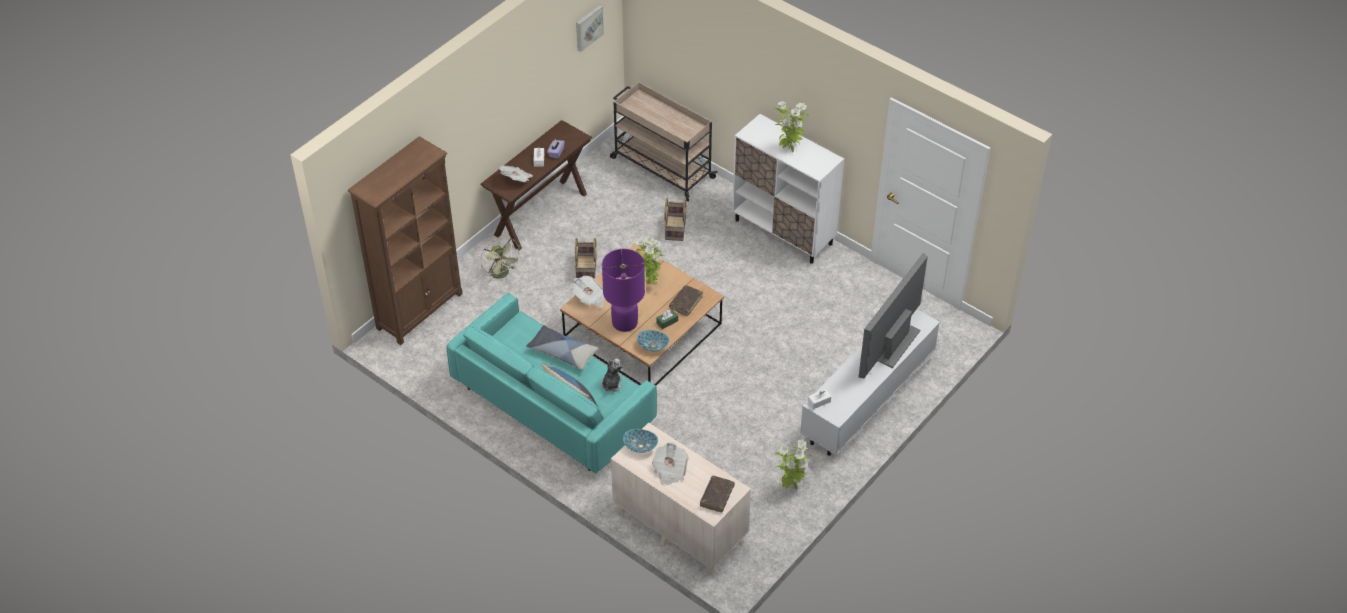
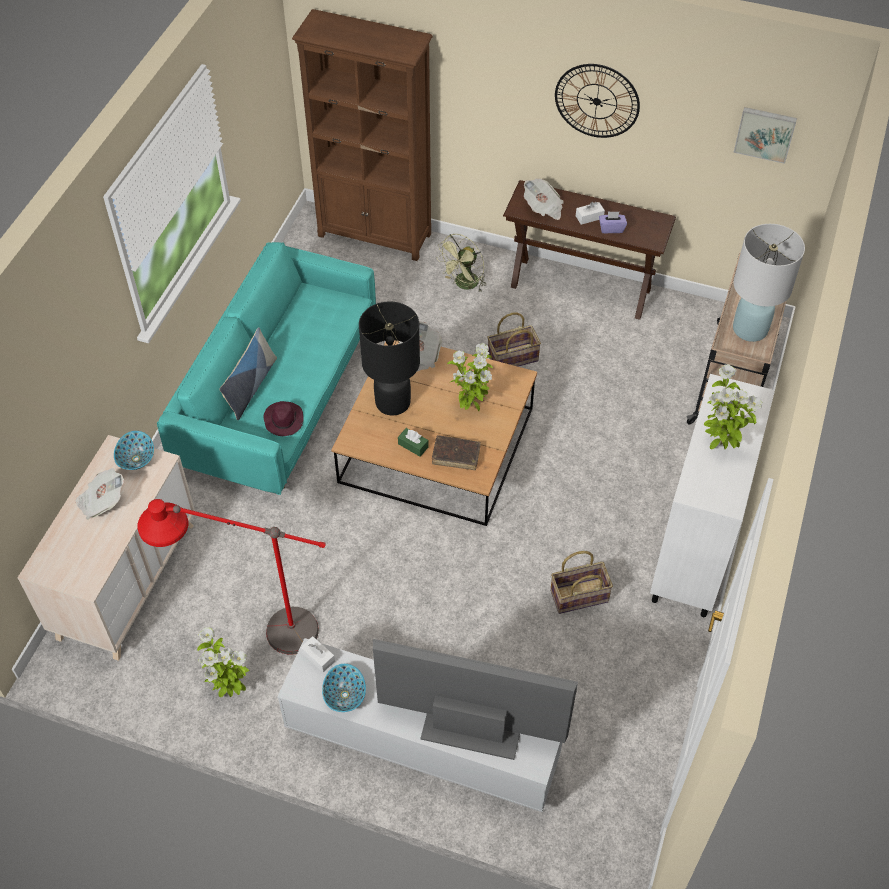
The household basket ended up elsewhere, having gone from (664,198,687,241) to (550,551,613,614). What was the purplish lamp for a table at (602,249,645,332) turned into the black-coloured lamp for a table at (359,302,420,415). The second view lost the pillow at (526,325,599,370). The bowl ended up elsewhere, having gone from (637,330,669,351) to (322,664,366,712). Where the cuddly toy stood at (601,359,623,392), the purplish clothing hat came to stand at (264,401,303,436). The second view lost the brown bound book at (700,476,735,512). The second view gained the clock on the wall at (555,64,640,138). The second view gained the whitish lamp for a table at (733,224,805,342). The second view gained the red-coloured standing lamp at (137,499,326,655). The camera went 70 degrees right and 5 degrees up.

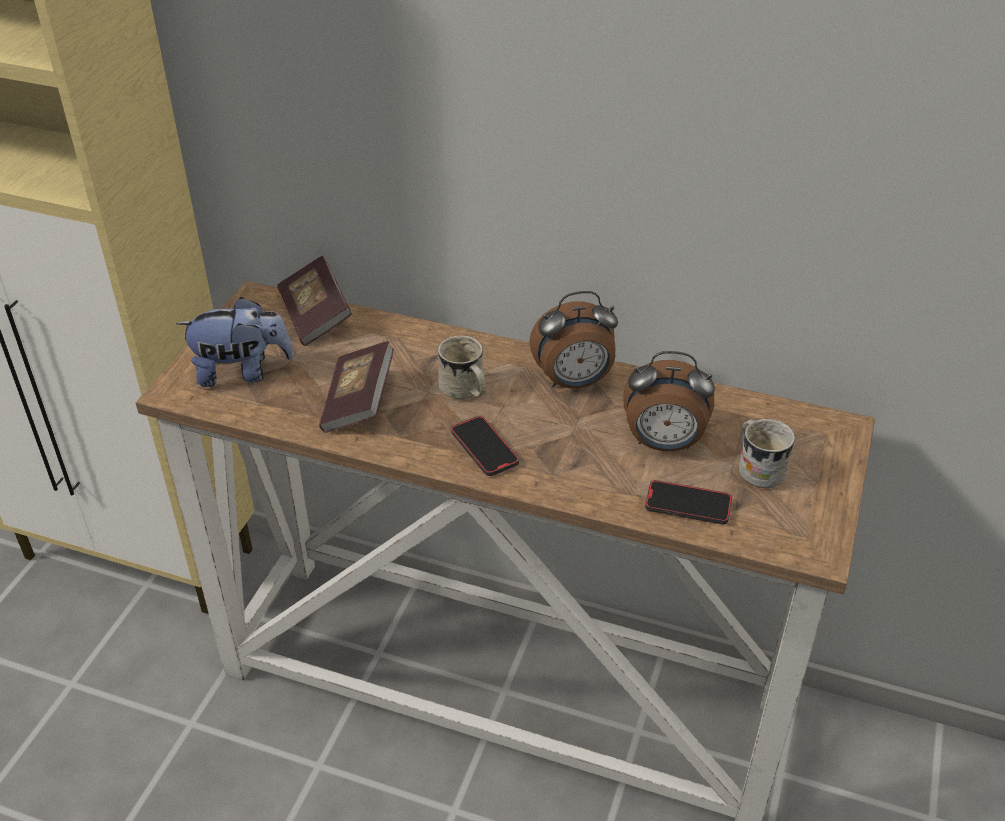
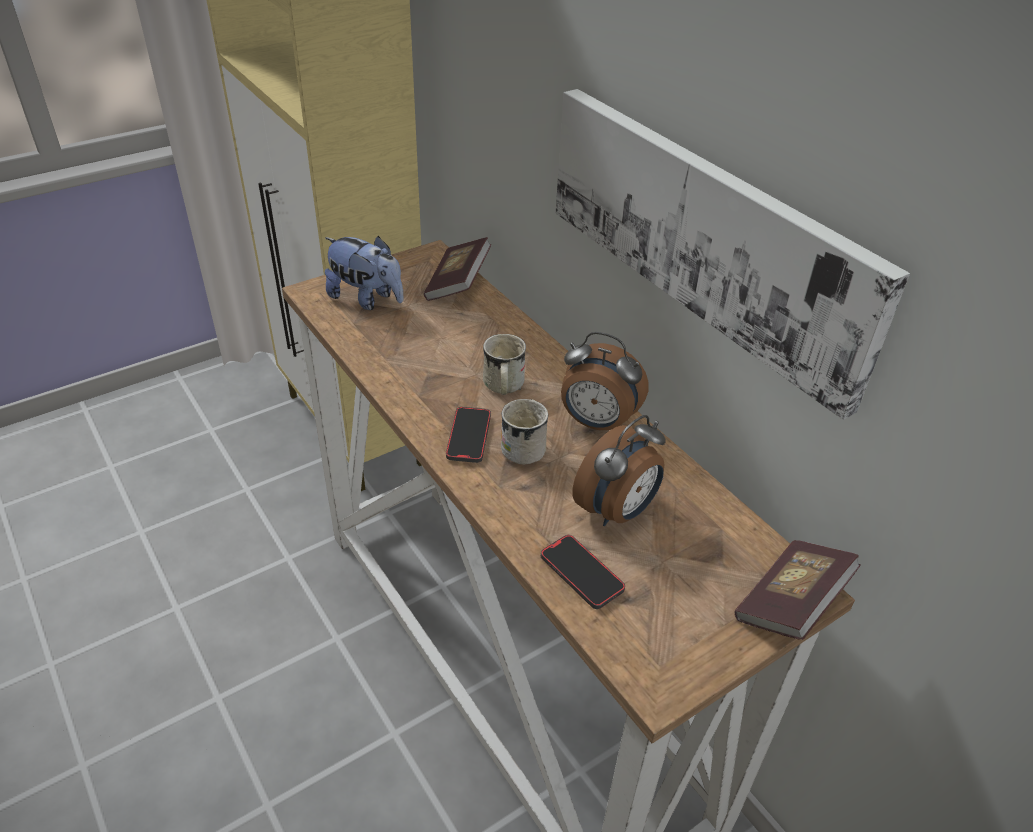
The bound book ended up elsewhere, having gone from (319,341,394,433) to (734,540,861,640). The alarm clock at (623,351,715,451) ended up facing another way, 90 degrees counterclockwise from before. The whitish coffee mug ended up elsewhere, having gone from (738,419,795,488) to (501,399,548,464). The second view gained the wall art at (556,89,910,420). The camera went 35 degrees right and 0 degrees up.

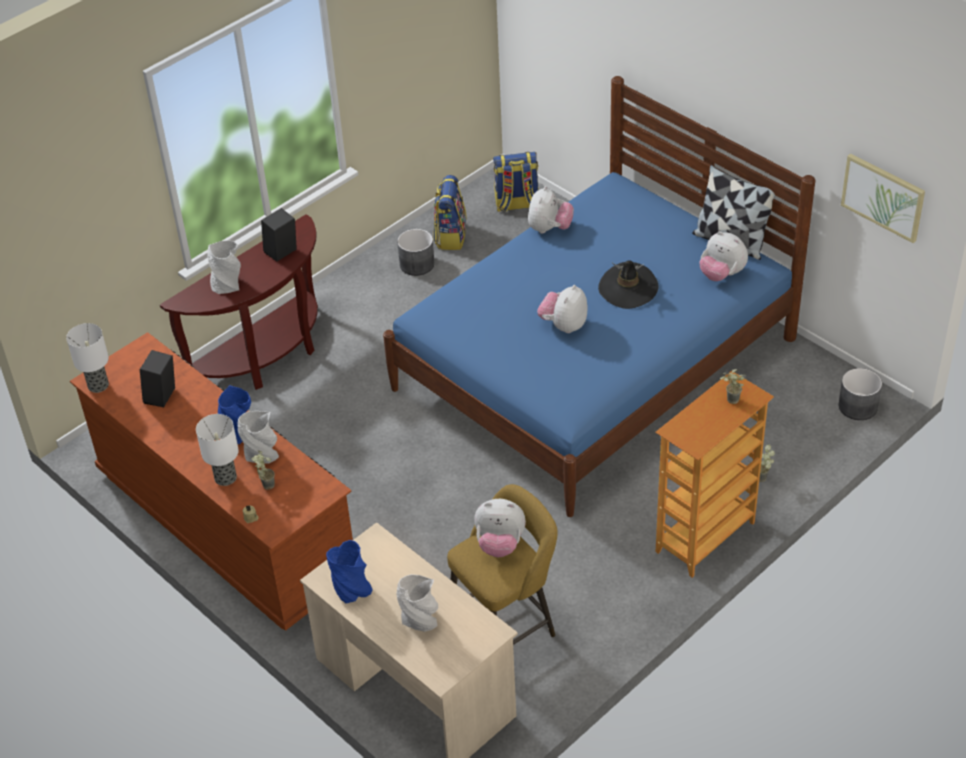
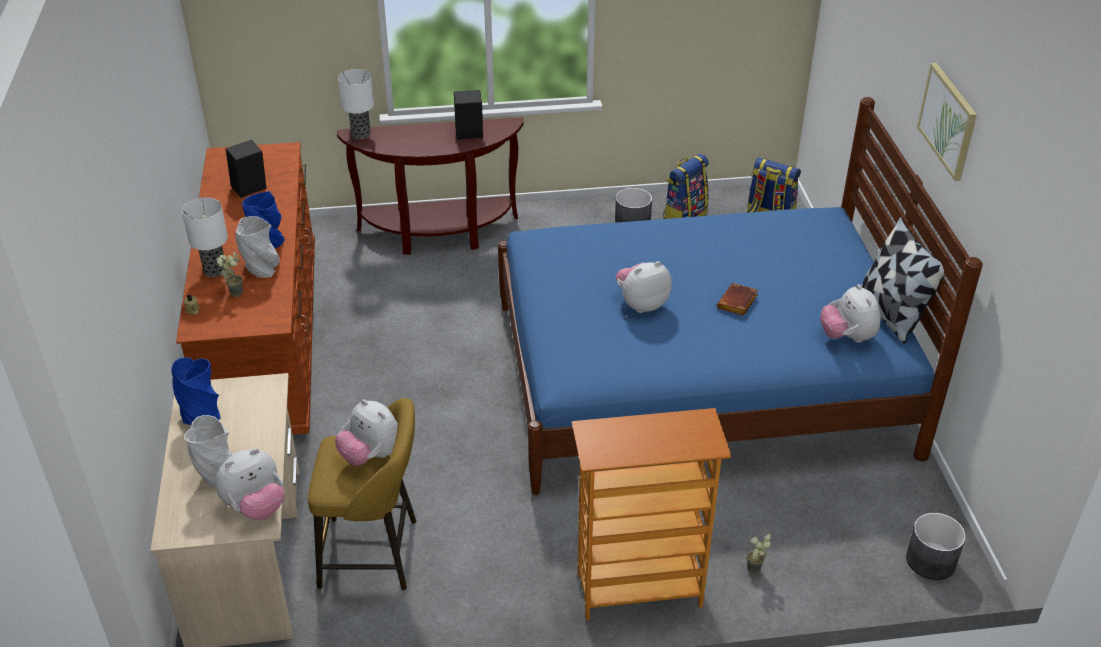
The wall art ended up elsewhere, having gone from (841,154,925,243) to (917,63,977,181). The cuddly toy ended up elsewhere, having gone from (528,186,574,233) to (215,448,285,520). The second view lost the greyish vase at (207,241,241,294). Where the black-coloured clothing hat stood at (598,260,659,309), the brown bound book came to stand at (717,283,758,315). The lamp for a table ended up elsewhere, having gone from (66,323,109,393) to (338,69,374,139). The second view lost the plant in a pot at (720,369,746,404). The camera went 35 degrees right and 5 degrees down.

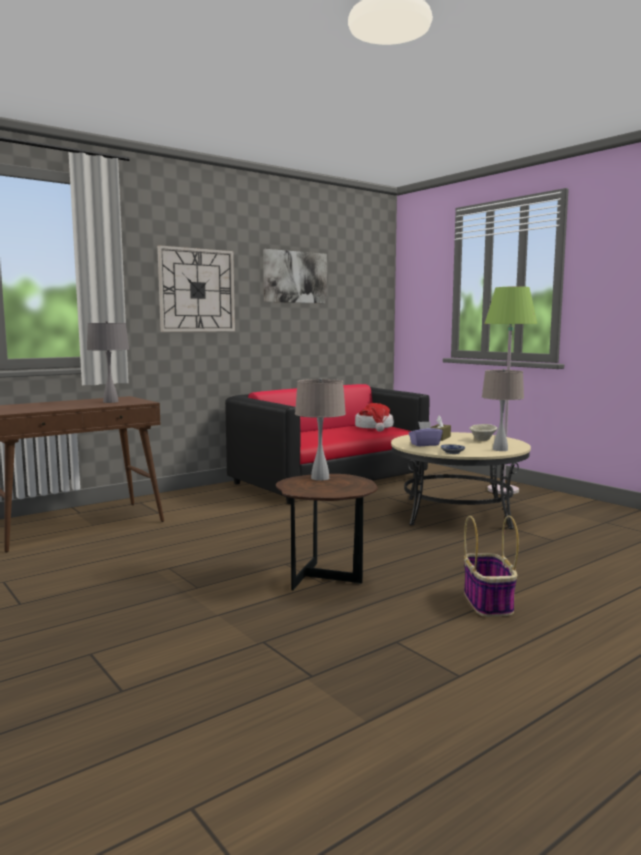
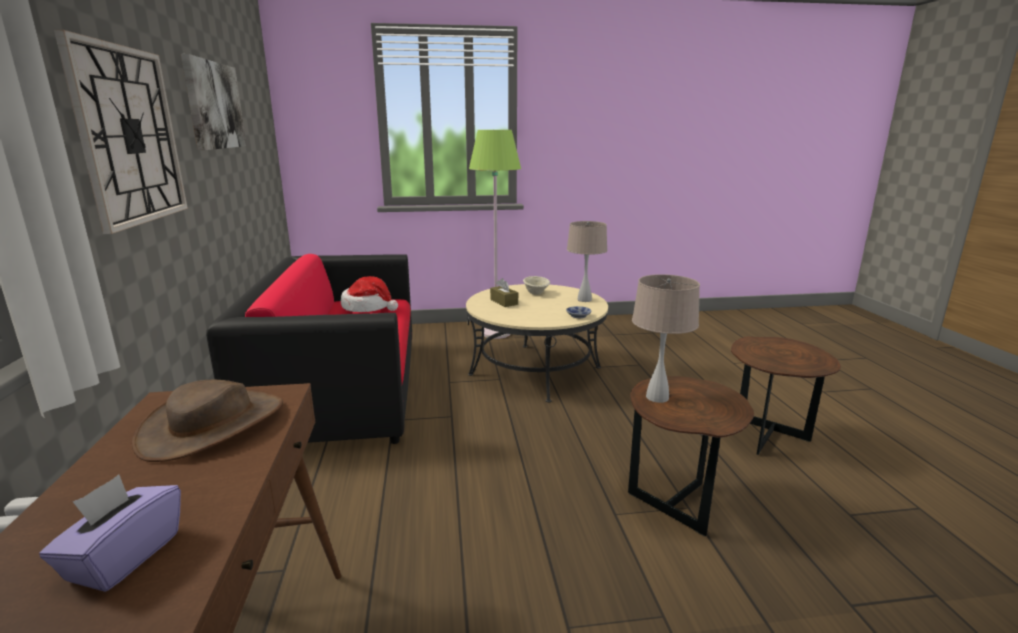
Where the greyish lamp for a table stood at (87,321,129,403), the brown clothing hat came to stand at (132,380,283,462). The purplish tissue holder ended up elsewhere, having gone from (409,421,443,446) to (39,475,181,592). Where the household basket stood at (464,515,519,617), the brown end table came to stand at (731,336,841,455). The camera went 60 degrees left and 10 degrees up.

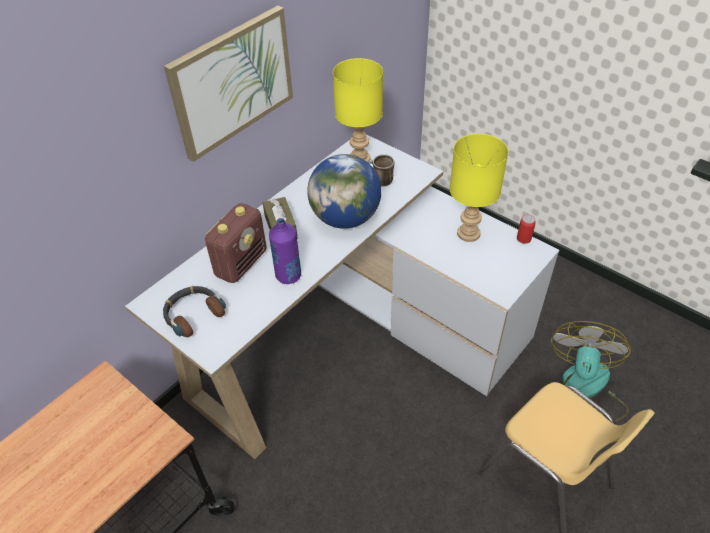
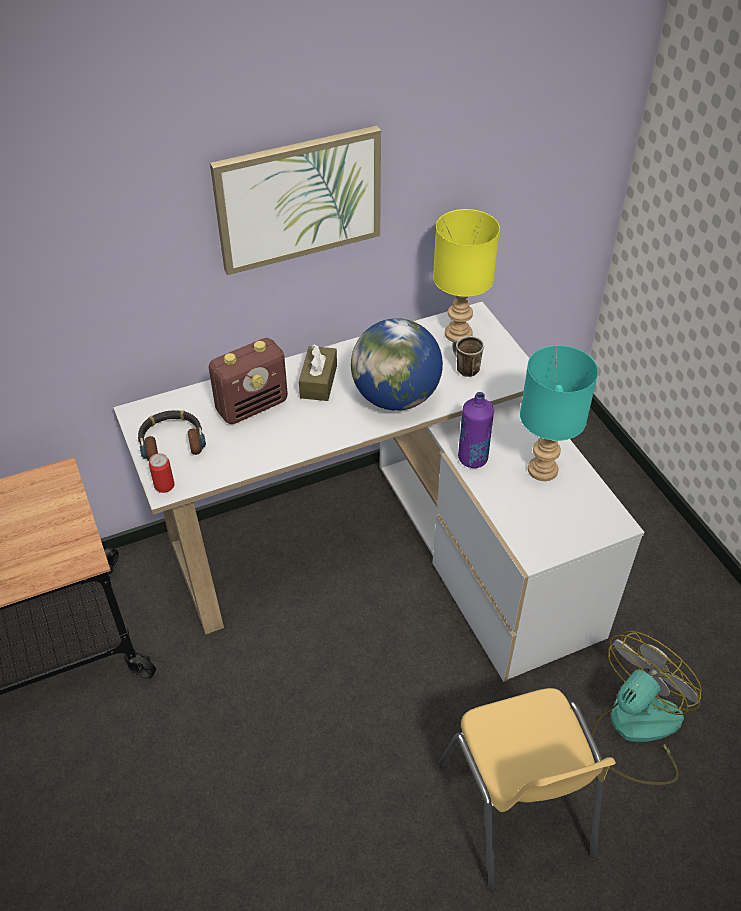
What was the yellow lamp for a table at (450,134,508,242) turned into the turquoise-coloured lamp for a table at (520,345,598,481). The metal can ended up elsewhere, having gone from (517,214,536,244) to (149,453,175,493). The purplish beverage bottle ended up elsewhere, having gone from (269,218,301,284) to (458,392,494,468). The camera went 25 degrees right and 0 degrees up.

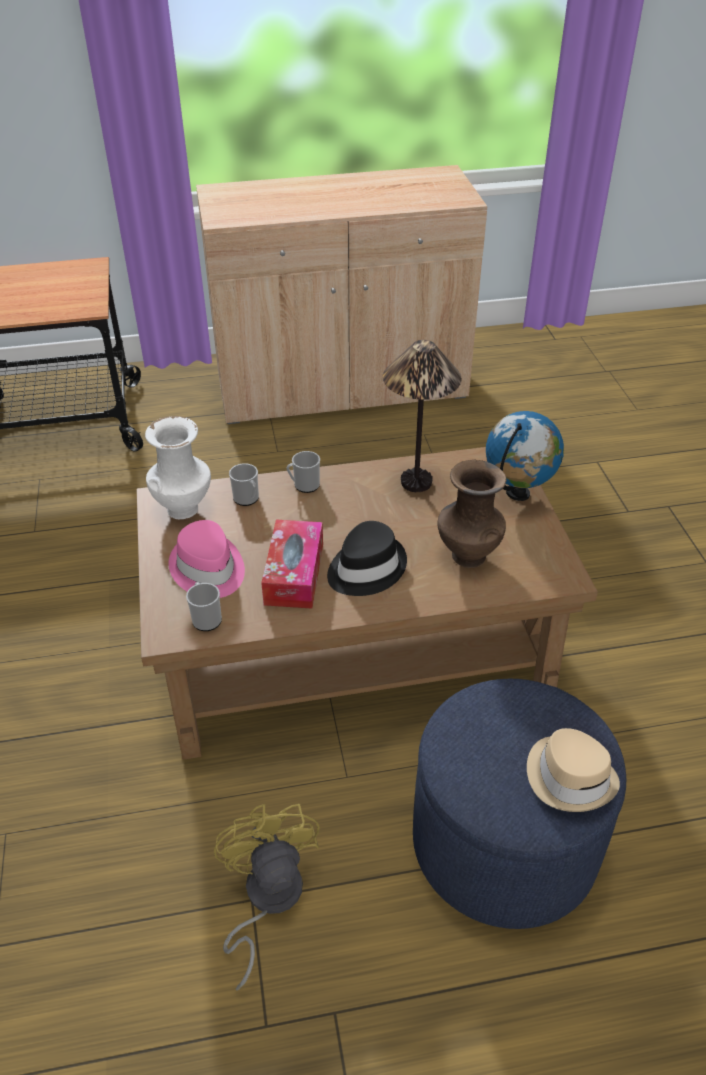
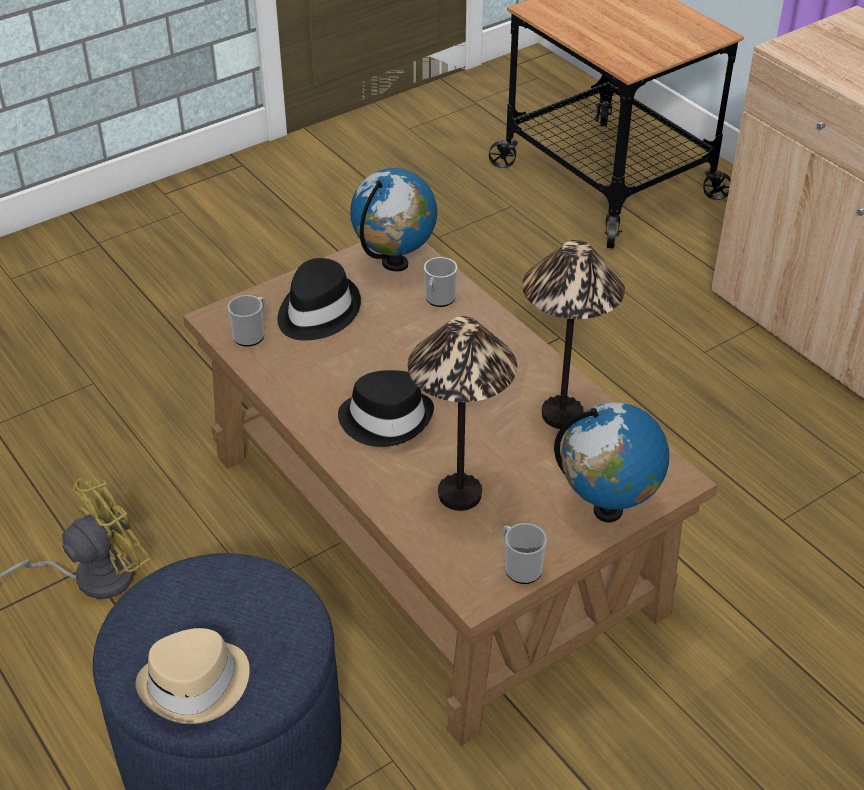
Where the whitish vase stood at (145,416,211,519), the desk globe came to stand at (350,168,437,272). The coffee mug ended up elsewhere, having gone from (286,451,320,493) to (502,523,547,584). Where the brown vase stood at (437,460,507,568), the lamp for a table came to stand at (408,316,517,511). What was the pink-coloured clothing hat at (168,520,245,598) turned into the black-coloured clothing hat at (277,258,361,340). The second view lost the tissue holder at (261,520,323,609). The camera went 65 degrees right and 0 degrees up.

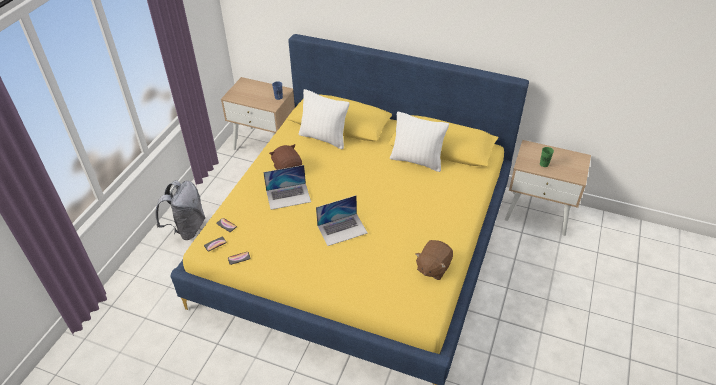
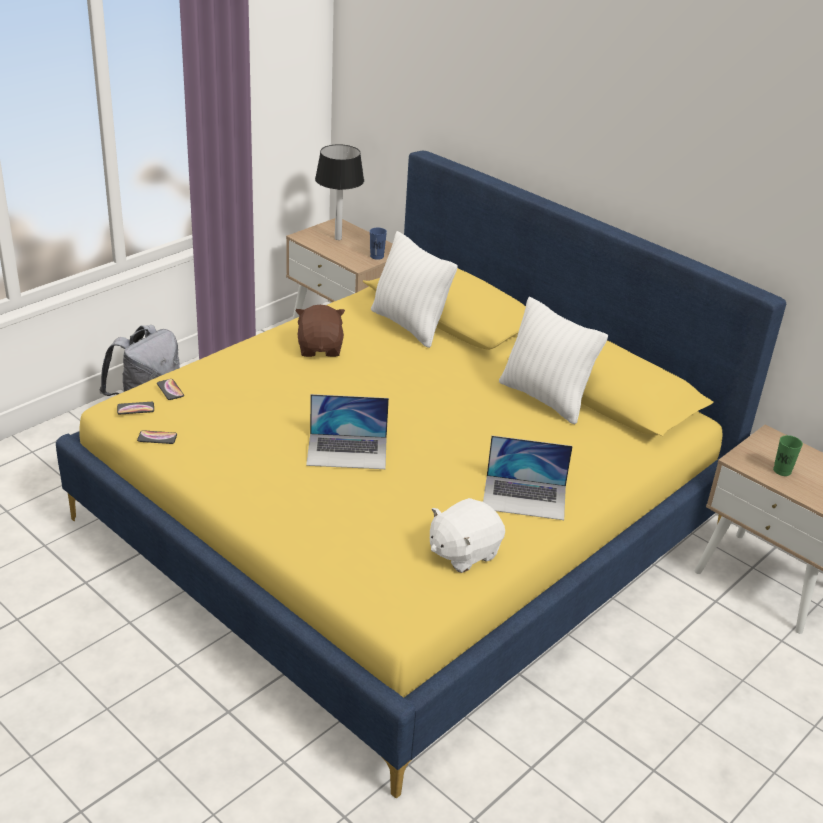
The portable computer ended up elsewhere, having gone from (263,165,311,210) to (483,436,573,520). What was the brown cuddly toy at (416,240,453,280) turned into the whitish cuddly toy at (430,498,505,573). The second view gained the lamp for a table at (315,144,364,240). The camera went 20 degrees right and 10 degrees down.

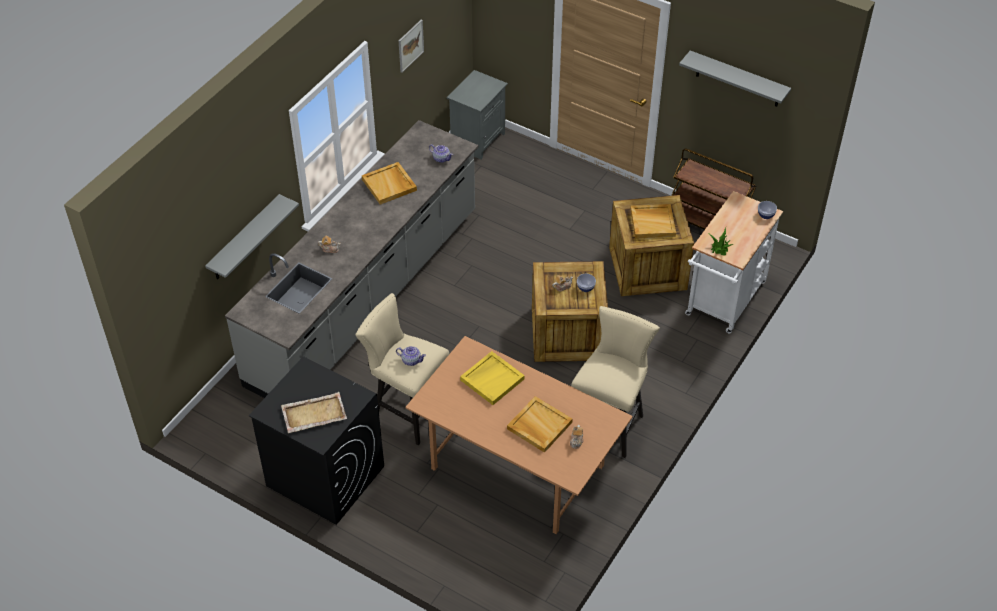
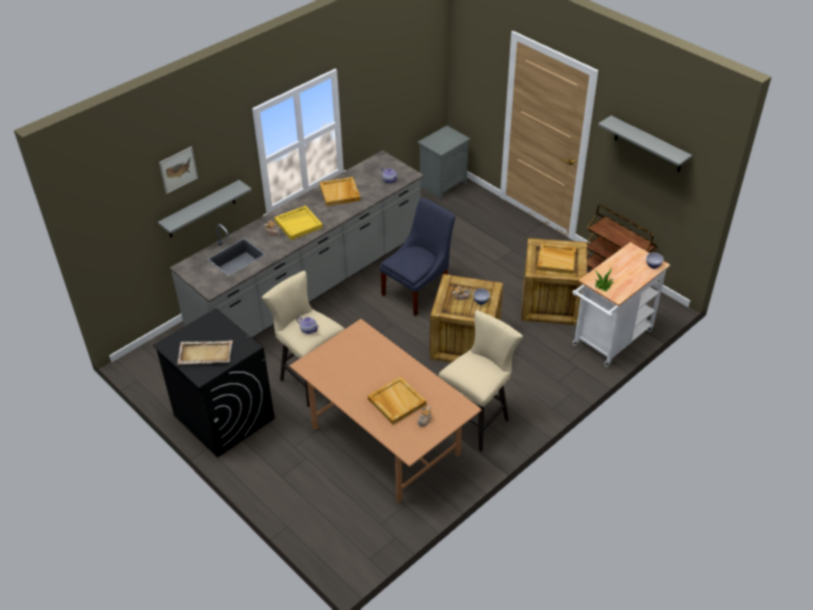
The wall art ended up elsewhere, having gone from (399,20,424,73) to (159,147,198,194). The yellow carrying tray ended up elsewhere, having gone from (460,351,525,405) to (274,205,323,240). The second view gained the blue-coloured upright chair at (380,198,455,316). The camera went 15 degrees right and 5 degrees down.

